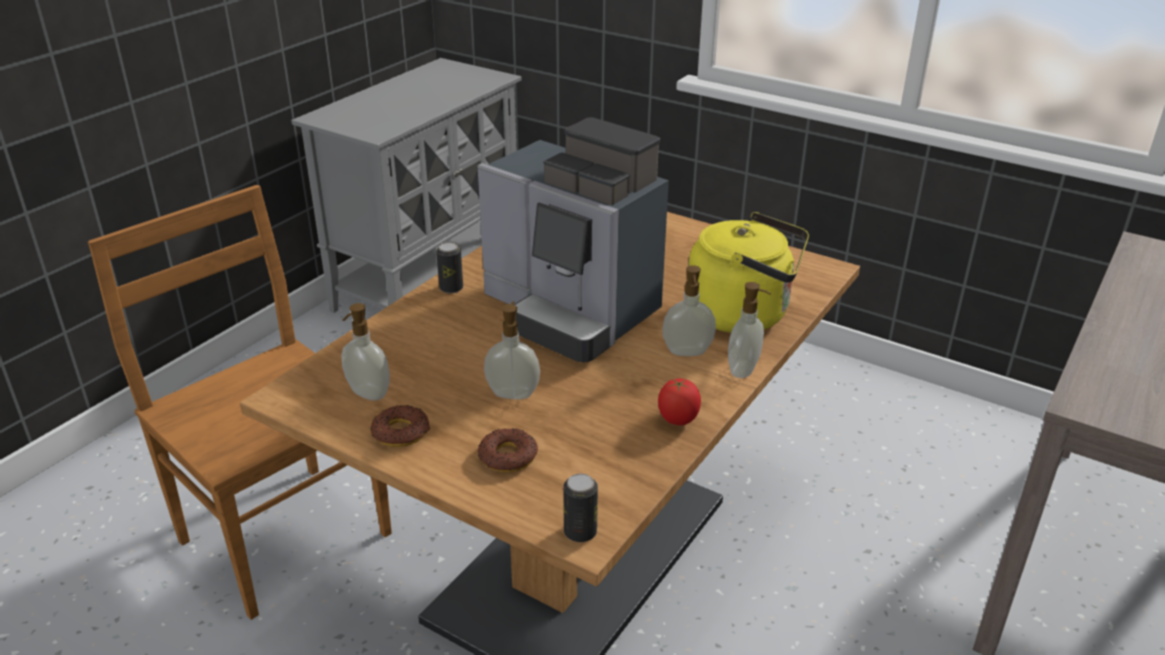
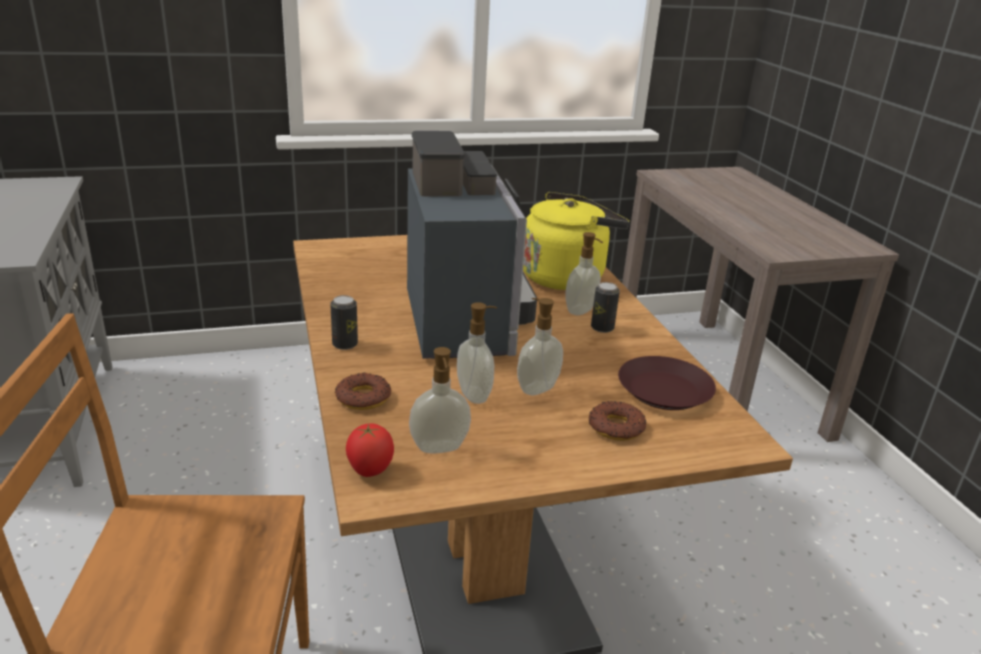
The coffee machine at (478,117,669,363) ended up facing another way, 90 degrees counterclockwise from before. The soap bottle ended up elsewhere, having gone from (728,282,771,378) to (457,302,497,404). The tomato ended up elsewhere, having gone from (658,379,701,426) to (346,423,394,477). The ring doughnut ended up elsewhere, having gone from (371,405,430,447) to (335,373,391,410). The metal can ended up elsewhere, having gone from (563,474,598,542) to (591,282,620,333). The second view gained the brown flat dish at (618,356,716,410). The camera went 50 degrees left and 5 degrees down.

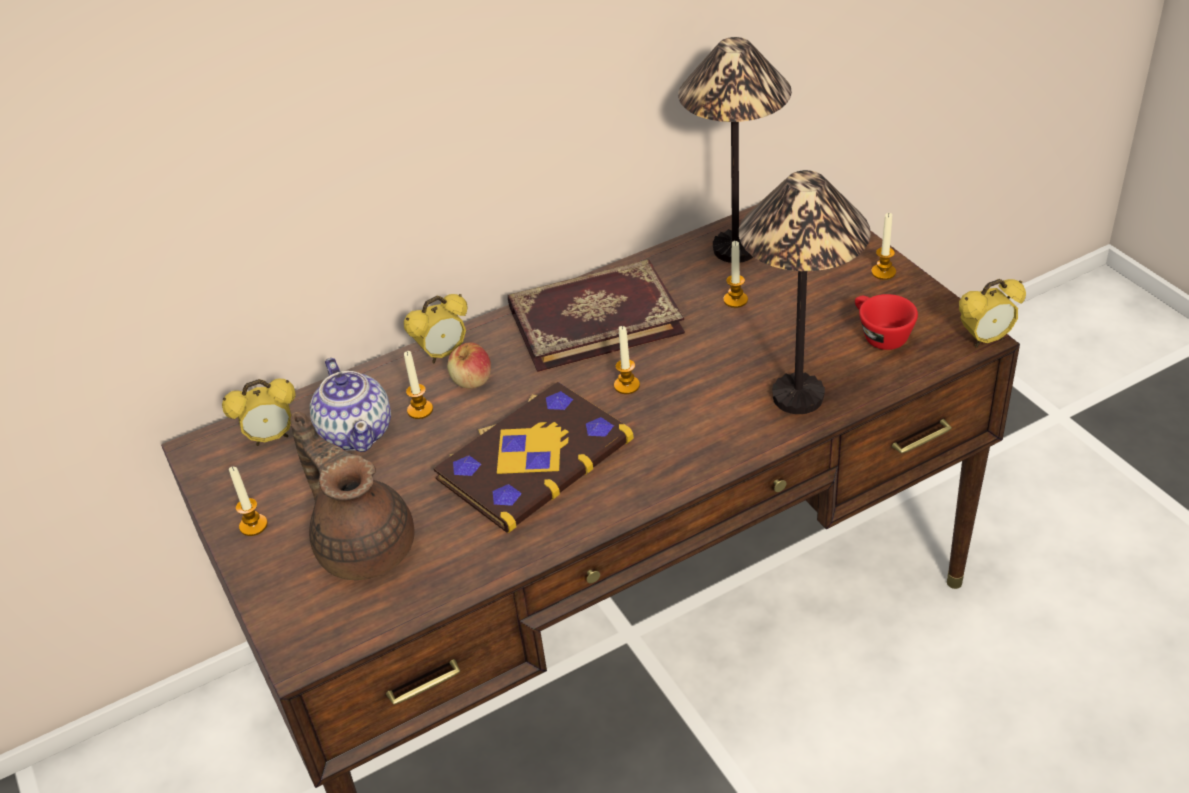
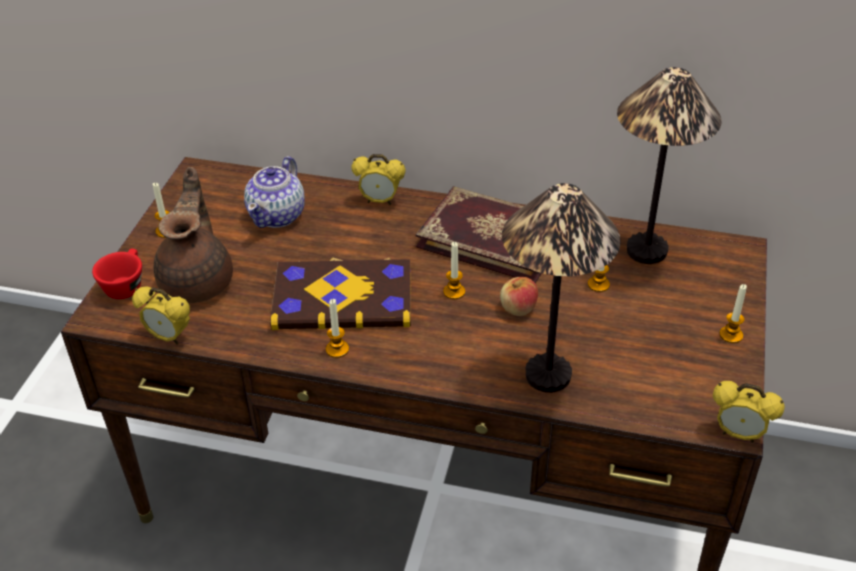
The red-coloured cup ended up elsewhere, having gone from (855,294,918,350) to (92,249,142,299). The apple ended up elsewhere, having gone from (447,342,491,388) to (500,277,538,316). The candle ended up elsewhere, having gone from (404,351,433,419) to (326,299,349,358). The alarm clock ended up elsewhere, having gone from (222,379,296,446) to (132,287,190,345). The camera went 40 degrees right and 0 degrees up.

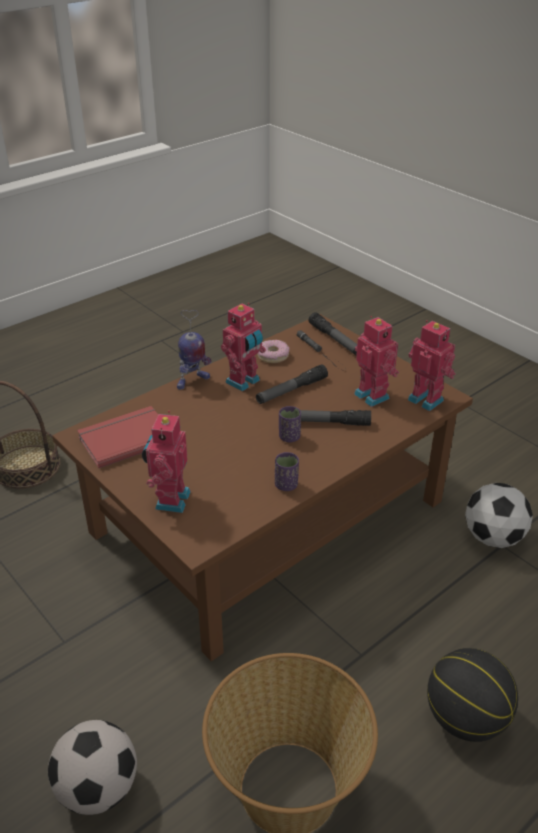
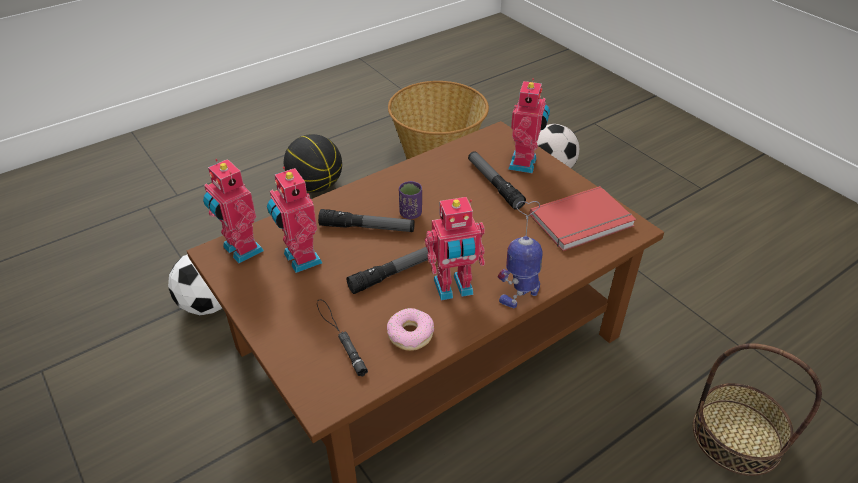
The model robot at (221,303,266,392) ended up facing another way, 150 degrees counterclockwise from before. The hand torch ended up elsewhere, having gone from (309,312,357,355) to (468,151,526,210). The second view lost the purplish cup at (275,452,299,491). The camera went 175 degrees left and 5 degrees up.

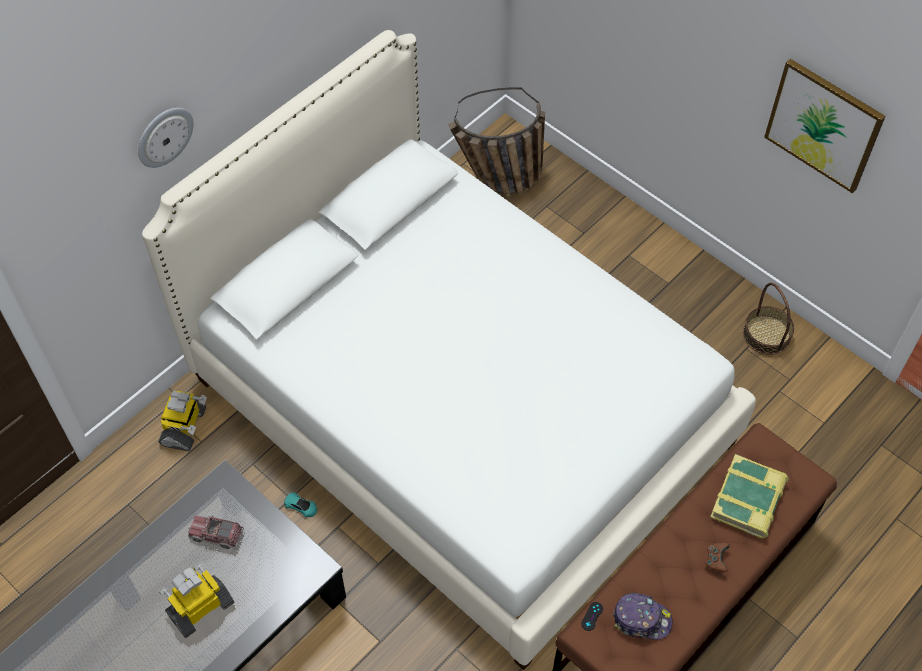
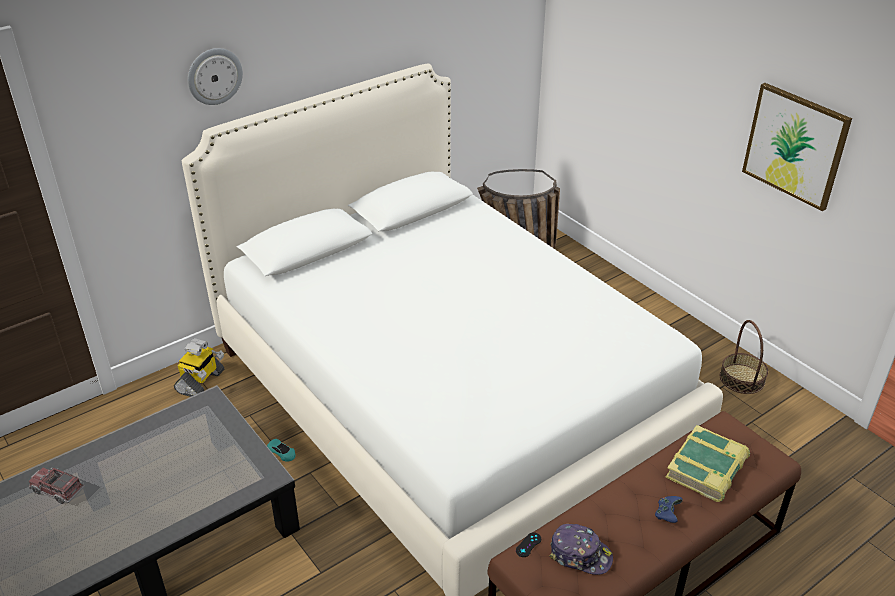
The toy lorry ended up elsewhere, having gone from (188,515,244,549) to (29,468,85,504). What was the brown joypad at (705,542,730,572) turned into the blue-coloured joypad at (655,496,683,523). The second view lost the model robot at (159,561,234,638). The camera went 10 degrees right and 20 degrees down.

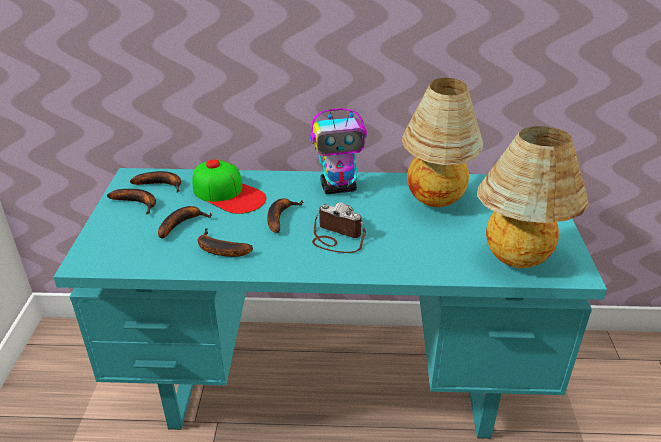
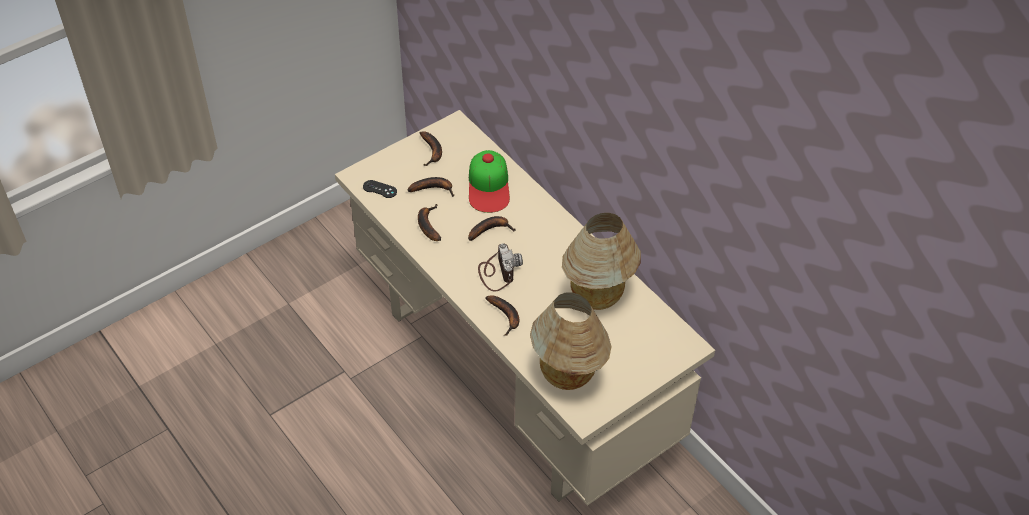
The second view lost the model robot at (310,108,367,194). What was the turquoise-coloured desk at (53,168,607,439) turned into the beige desk at (335,110,715,506). The banana fruit ended up elsewhere, having gone from (130,171,181,192) to (486,296,520,336). The second view gained the black-coloured joypad at (363,180,397,198). The camera went 50 degrees right and 15 degrees up.

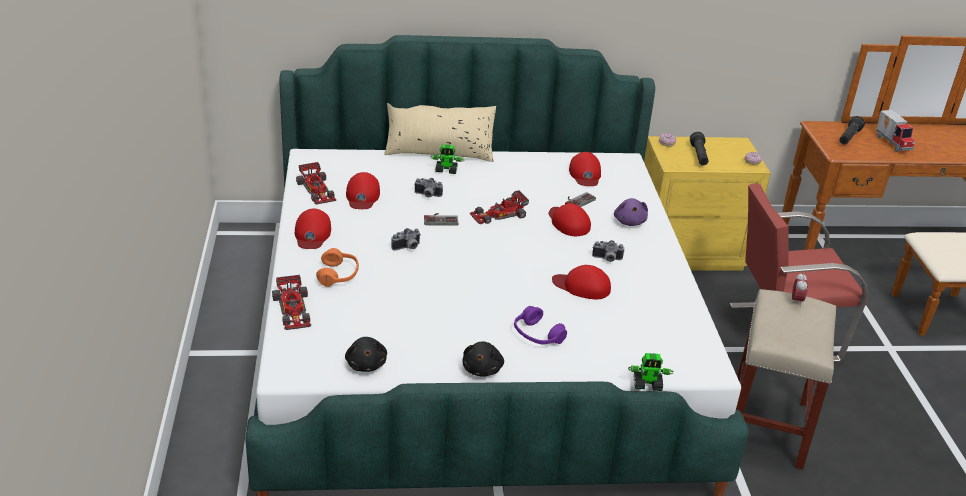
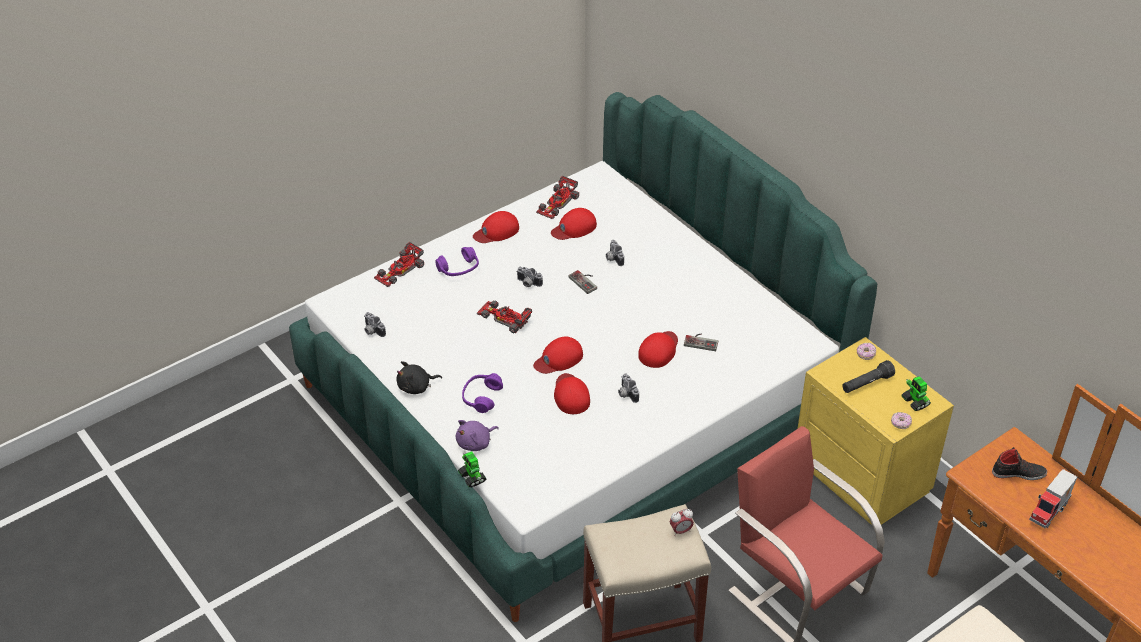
The second view lost the beige pillow at (384,103,496,162). Where the black-coloured hand torch stood at (839,116,865,145), the black-coloured item of footwear came to stand at (992,447,1047,480). The model robot ended up elsewhere, having gone from (430,144,465,174) to (901,376,931,411). The red-coloured cap ended up elsewhere, having gone from (569,152,601,186) to (533,336,583,374). The toy car ended up elsewhere, having gone from (470,190,529,224) to (477,300,532,333). The purplish cuddly toy ended up elsewhere, having gone from (614,198,648,226) to (456,420,499,451). What was the orangey pair of headphones at (316,248,359,287) turned into the purplish pair of headphones at (435,247,479,276). Where the black-coloured cuddly toy stood at (345,337,387,372), the photo camera came to stand at (364,312,386,337). The camera went 60 degrees right and 10 degrees up.

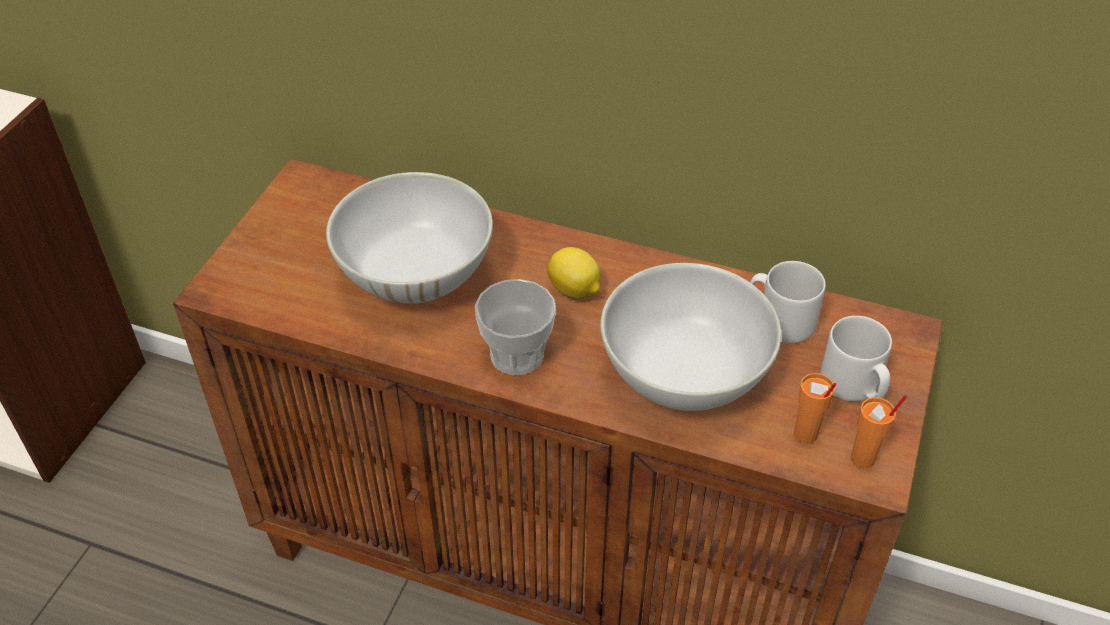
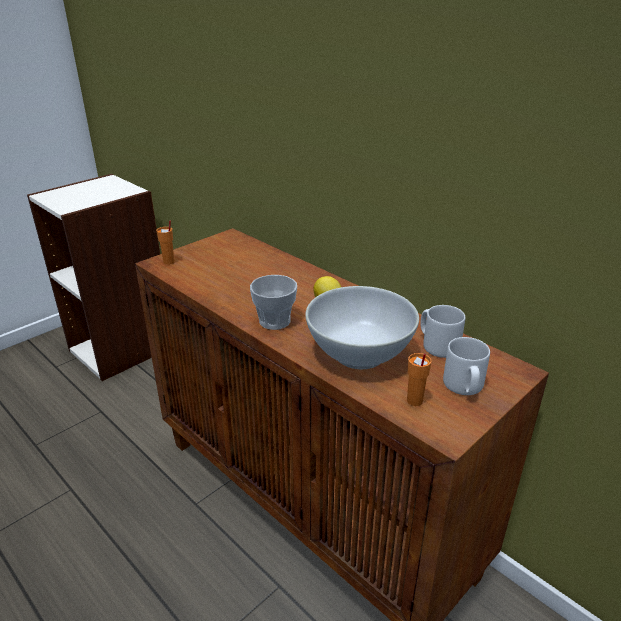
The second view lost the whitish bowl at (326,172,493,304). The orangey cup ended up elsewhere, having gone from (851,395,907,469) to (157,221,175,265). The camera went 25 degrees right and 15 degrees down.

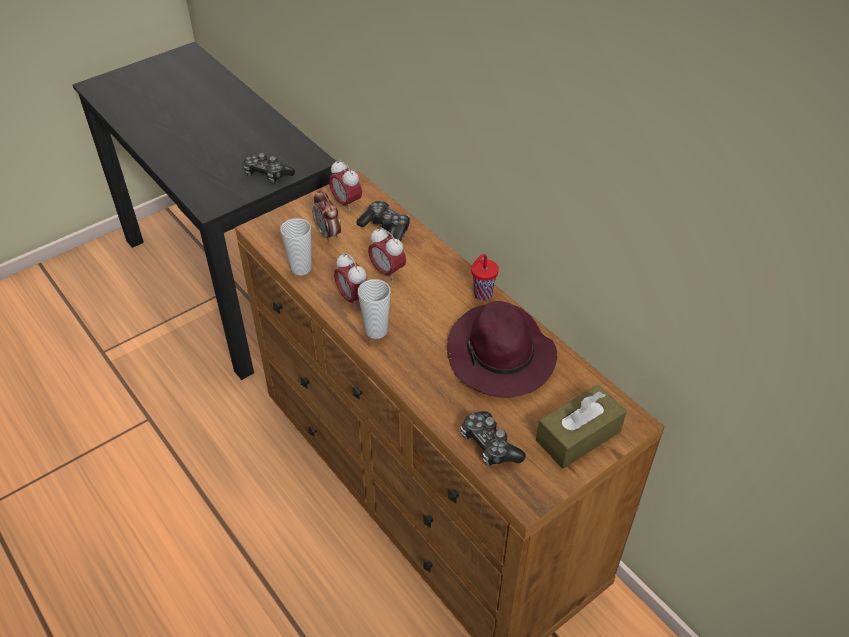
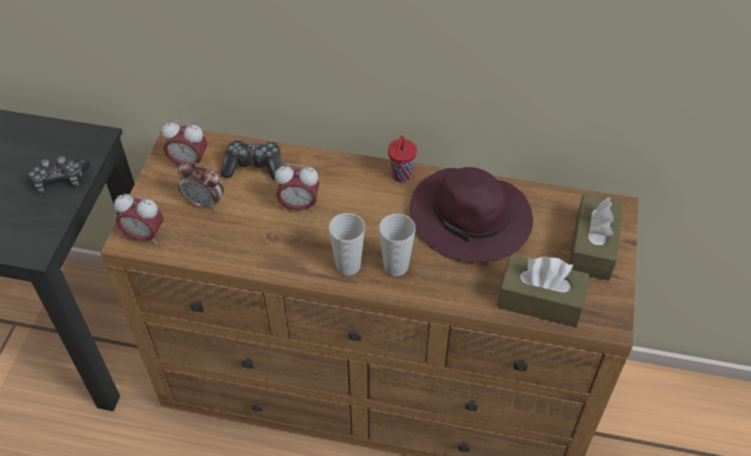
The cup ended up elsewhere, having gone from (280,218,312,276) to (379,214,415,276). The alarm clock ended up elsewhere, having gone from (334,253,367,309) to (114,194,163,244). Where the joypad stood at (460,411,526,466), the brown tissue holder came to stand at (497,255,590,327). The camera went 40 degrees left and 5 degrees up.

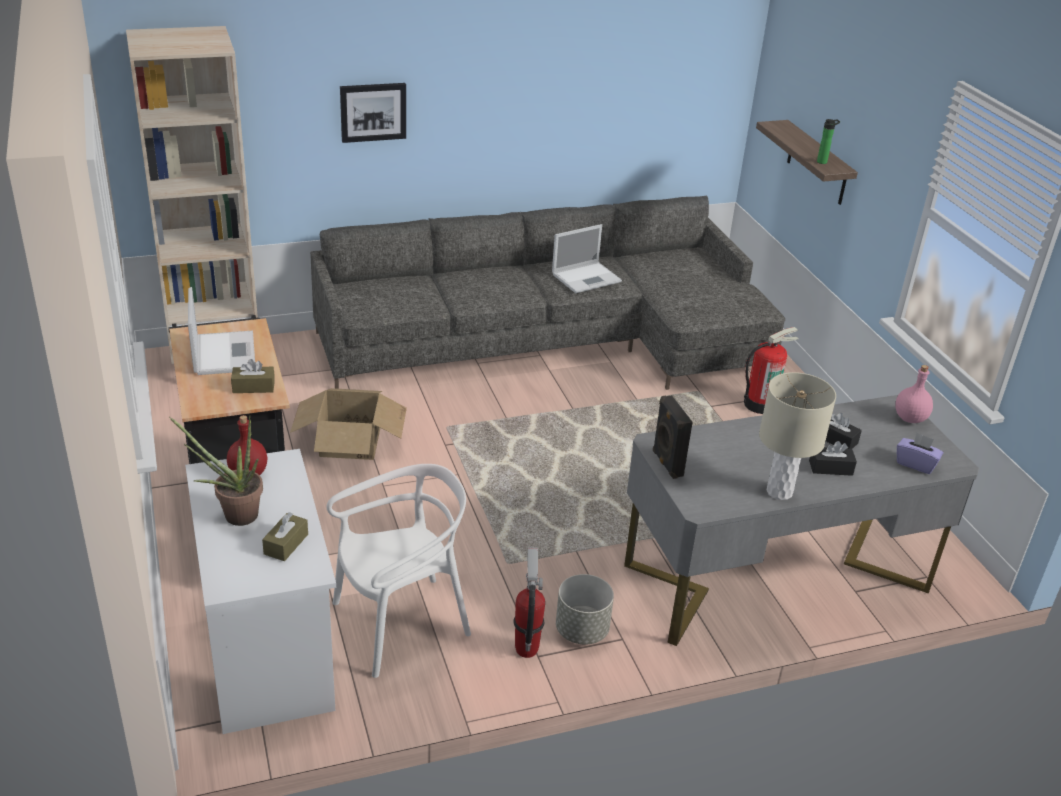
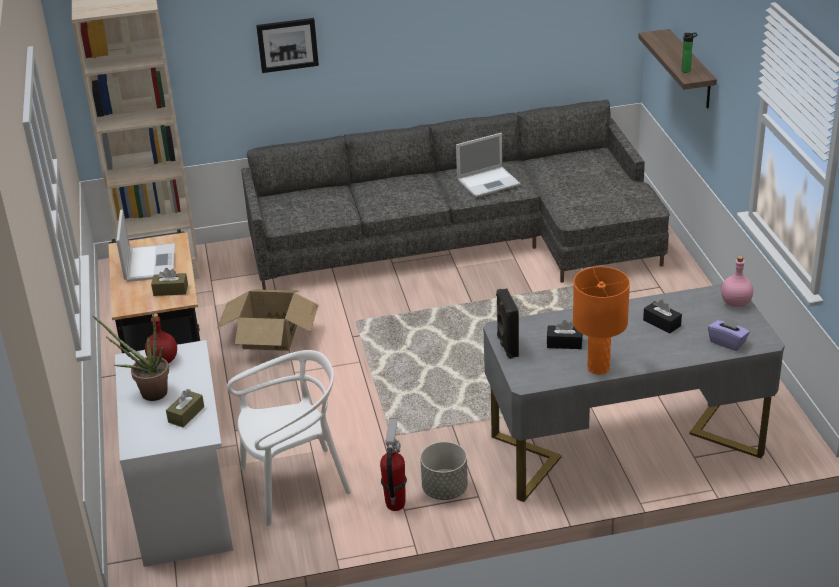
The second view lost the fire-fighting cylinder at (744,327,799,414). What was the beige lamp for a table at (759,372,836,500) turned into the orangey lamp for a table at (573,267,630,375). The black-coloured tissue holder ended up elsewhere, having gone from (809,441,857,476) to (546,320,583,349). The camera went 10 degrees right and 0 degrees up.

